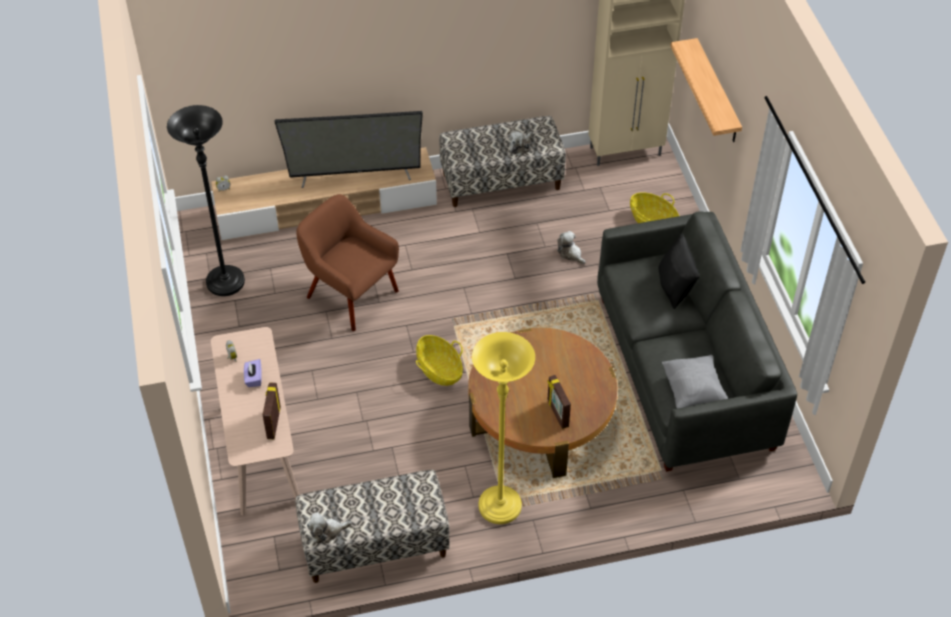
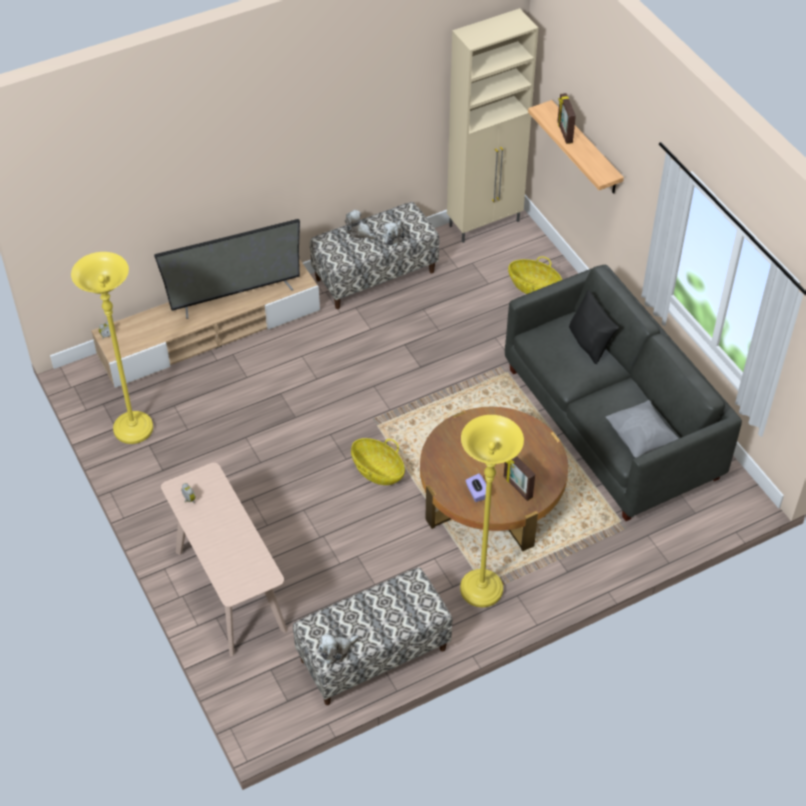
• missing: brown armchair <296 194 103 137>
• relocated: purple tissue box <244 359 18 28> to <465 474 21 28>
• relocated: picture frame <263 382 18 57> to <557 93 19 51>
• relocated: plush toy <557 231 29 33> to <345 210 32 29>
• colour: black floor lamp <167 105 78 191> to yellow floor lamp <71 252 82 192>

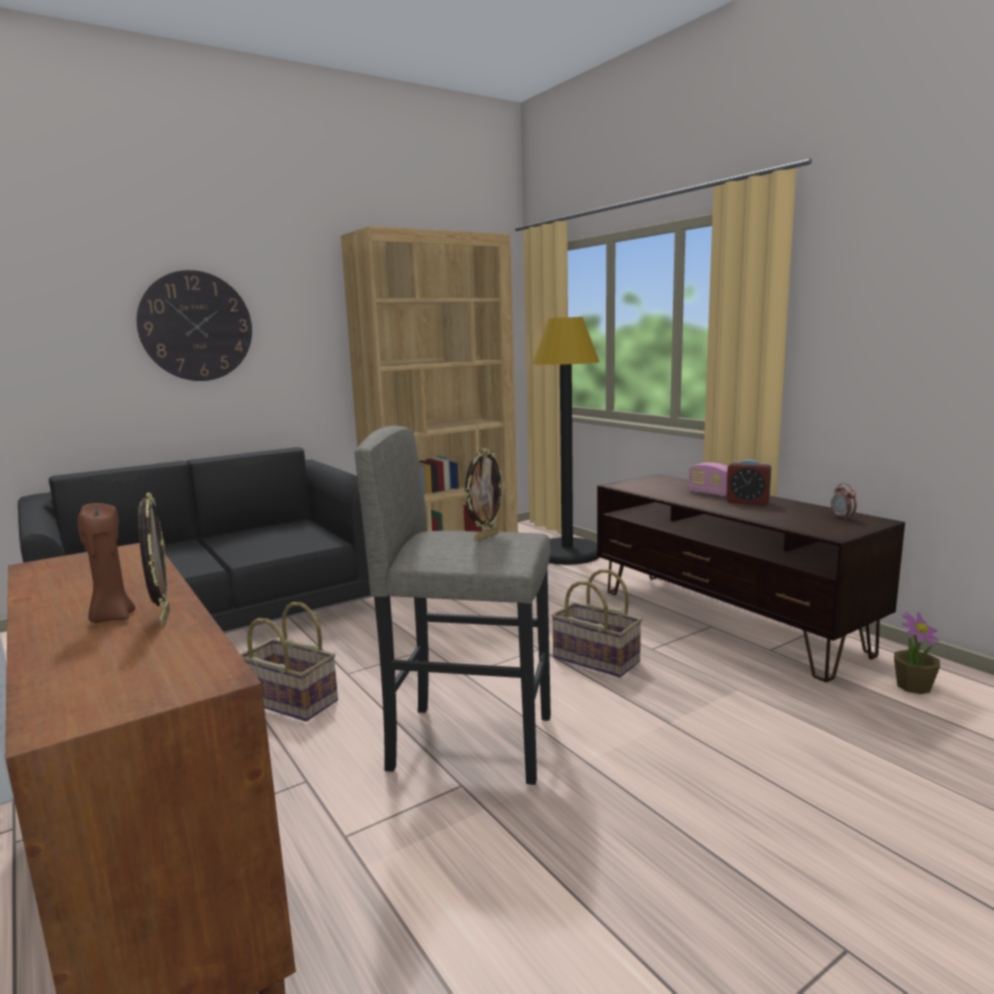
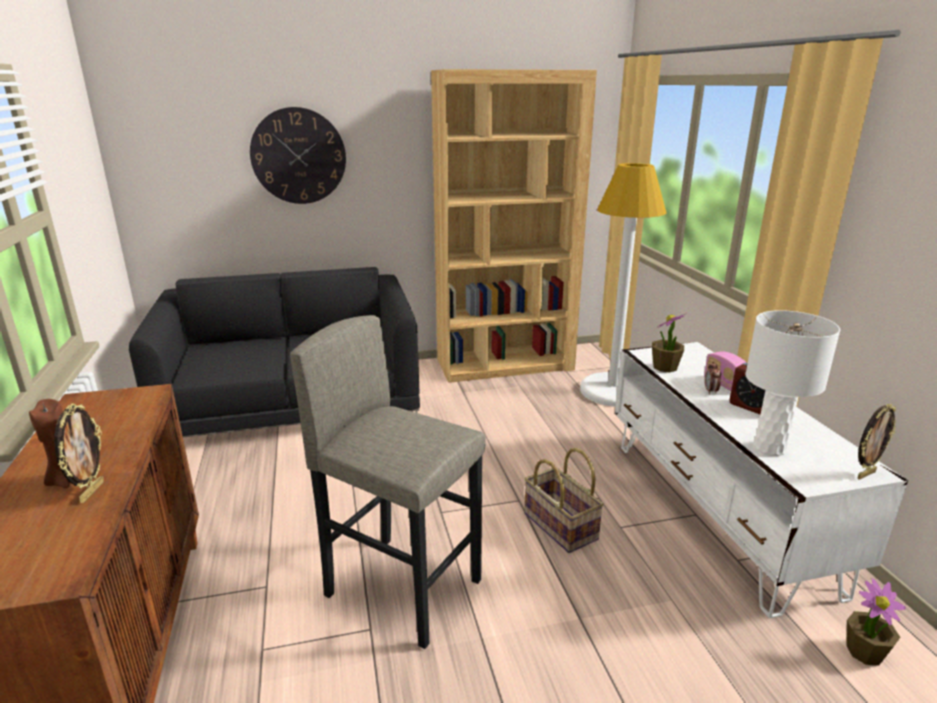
• missing: basket <240 602 98 120>
• appeared: potted plant <652 313 35 60>
• appeared: white table lamp <745 310 95 146>
• relocated: picture frame <464 448 41 93> to <857 404 39 76>
• relocated: alarm clock <831 483 26 37> to <705 361 16 34>
• colour: black floor lamp <532 317 68 248> to white floor lamp <580 163 86 244>
• colour: brown tv stand <597 474 308 208> to white tv stand <615 342 293 276>

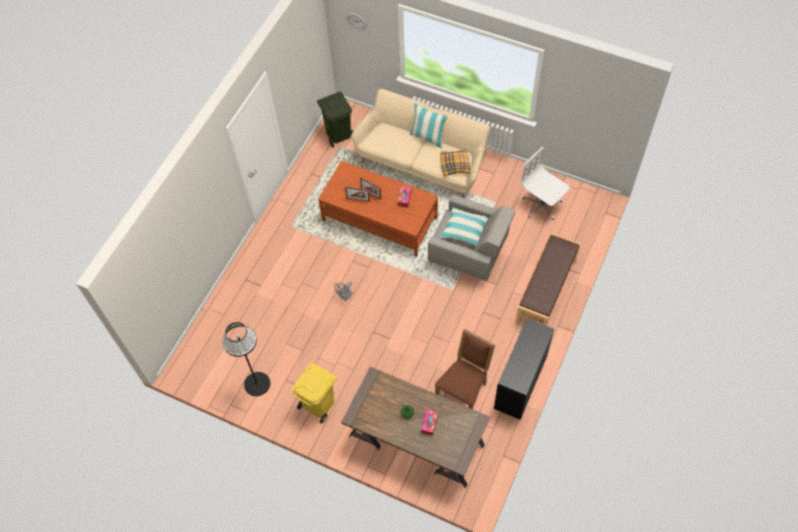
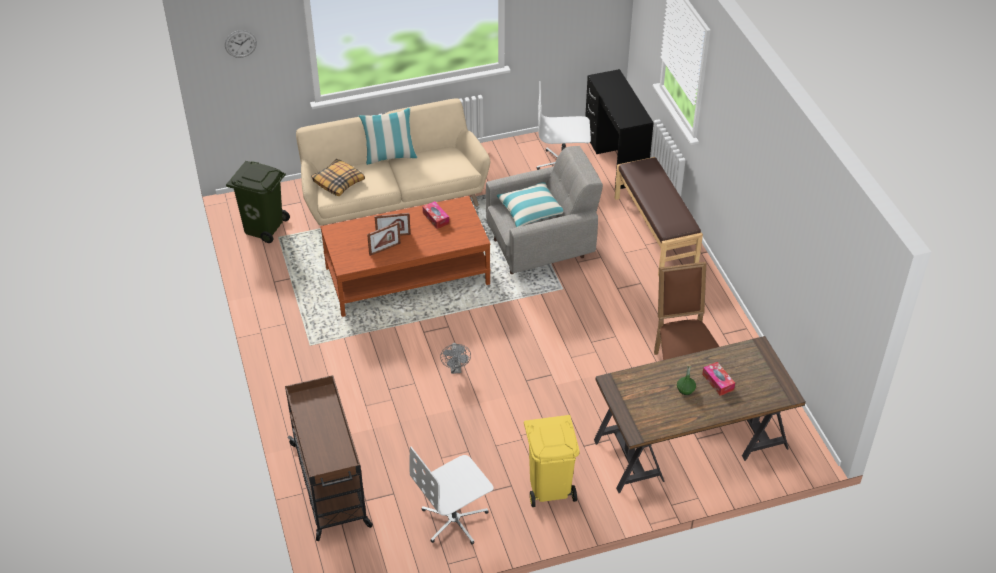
• appeared: brown cart <285 375 88 166>
• relocated: pillow <440 149 30 27> to <311 159 54 37>
• relocated: black desk <494 319 60 101> to <585 69 69 120>
• exchanged: black floor lamp <222 322 48 74> to white office chair <410 447 84 97>

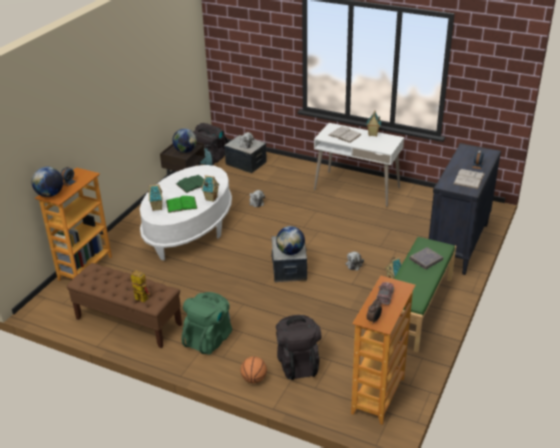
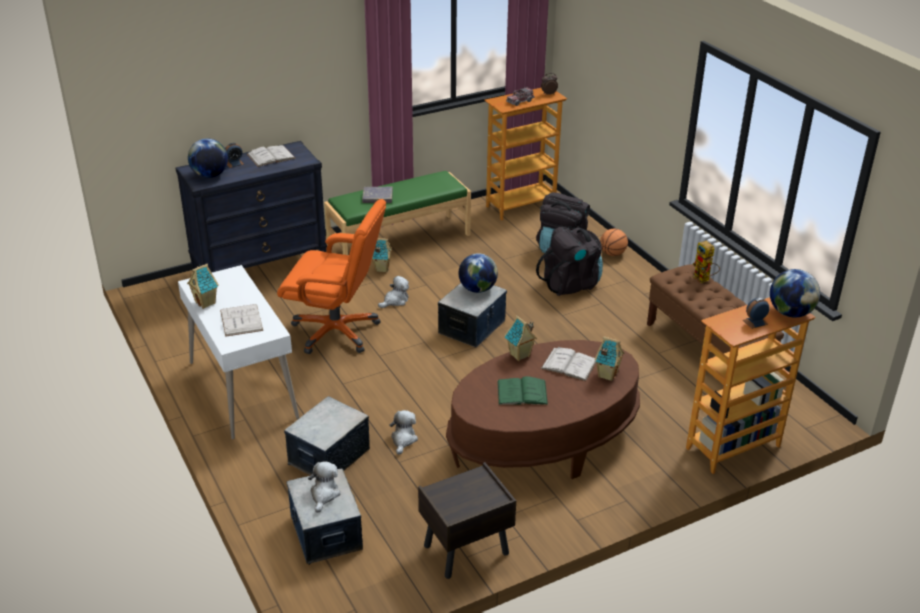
• missing: green backpack <182 292 50 63>
• appeared: orange office chair <277 199 109 155>
• appeared: storage box <284 396 86 79>
• relocated: globe <172 128 25 25> to <188 138 40 40>
• relocated: black backpack <193 123 35 42> to <536 227 67 69>
• colour: white coffee table <140 165 92 95> to brown coffee table <446 340 194 139>
• colour: green book <166 196 31 17> to white book <540 347 56 34>

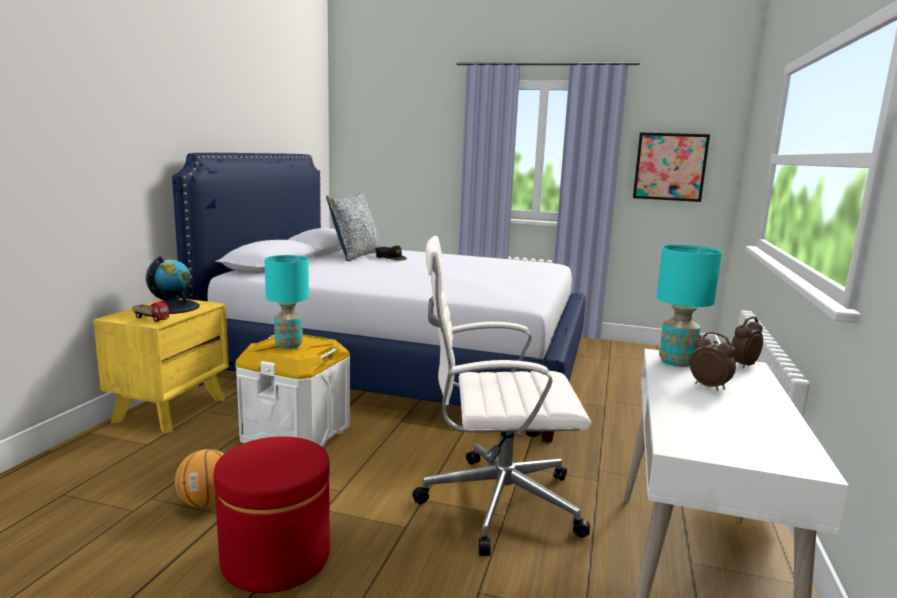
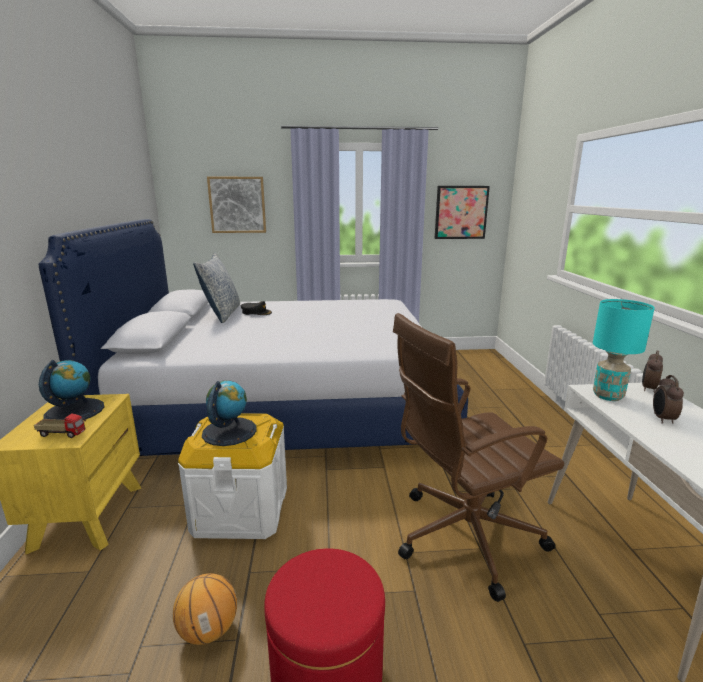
• appeared: picture <207 177 59 56>
• exchanged: turquoise table lamp <264 255 45 94> to globe <202 381 55 65>
• colour: white office chair <412 236 179 320> to brown office chair <393 313 171 289>
• spun: alarm clock <690 332 46 59> = <653 375 31 49> 105 degrees counterclockwise

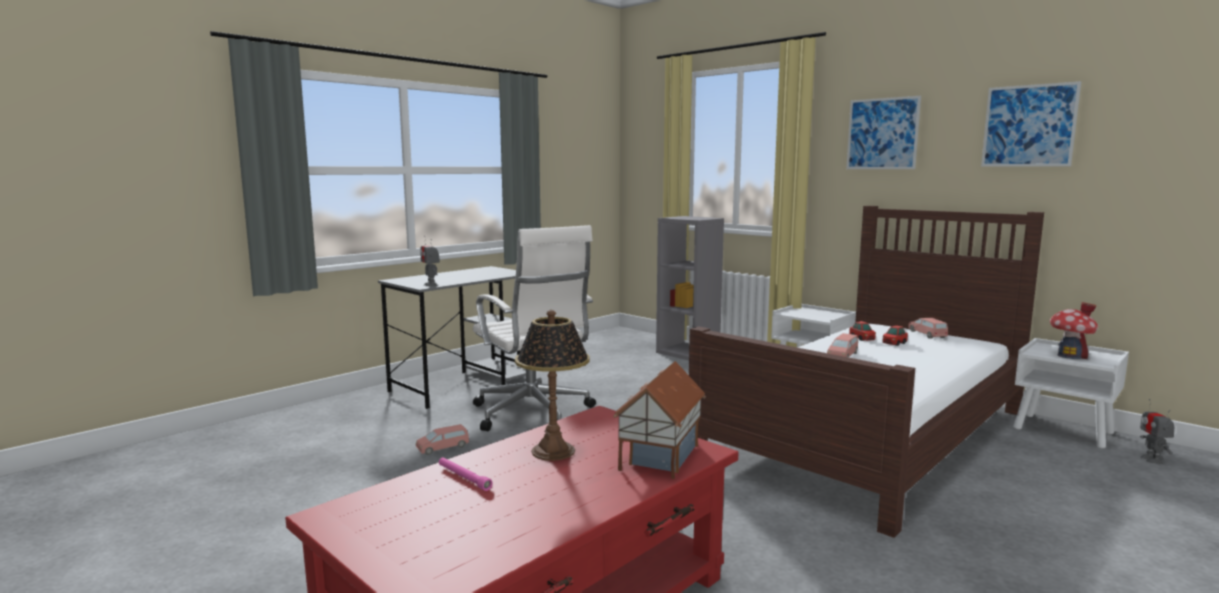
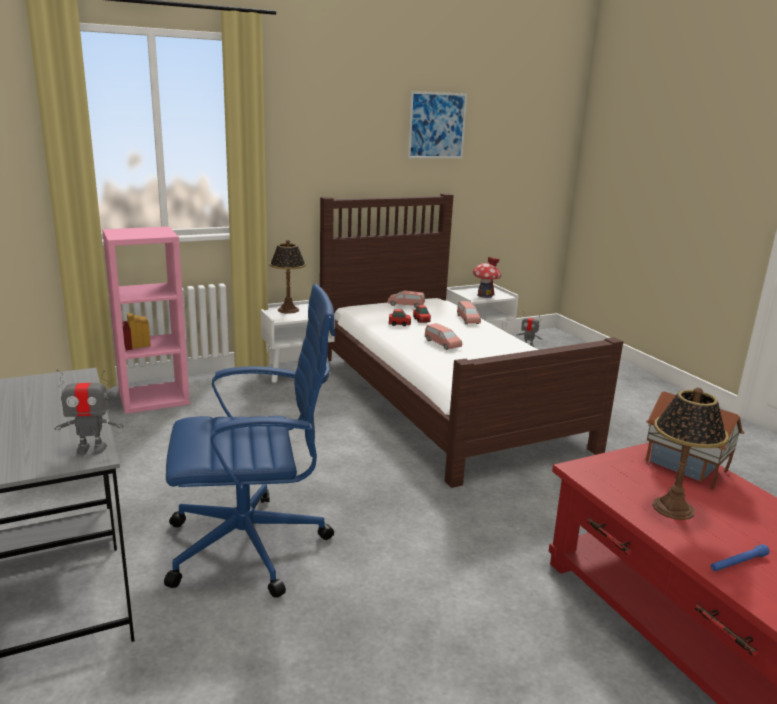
• missing: picture <846 96 75 73>
• appeared: table lamp <269 240 37 74>
• relocated: pink toy car <416 424 53 31> to <457 301 24 23>
• colour: pink flashlight <439 457 54 34> to blue flashlight <711 544 59 27>
• colour: white office chair <473 225 123 206> to blue office chair <164 284 171 314>
• colour: grey bookcase <656 216 68 144> to pink bookcase <102 226 88 188>

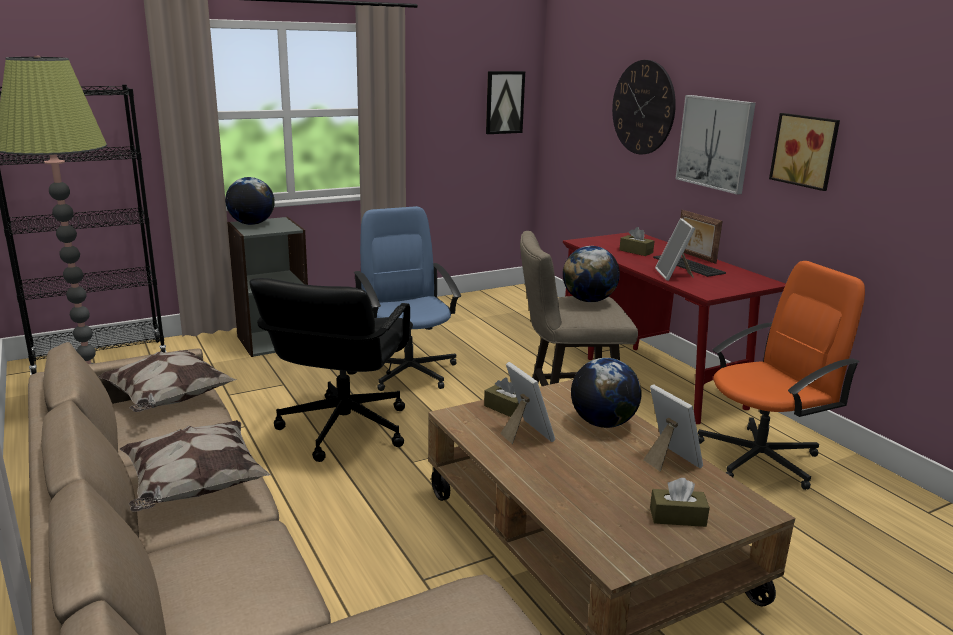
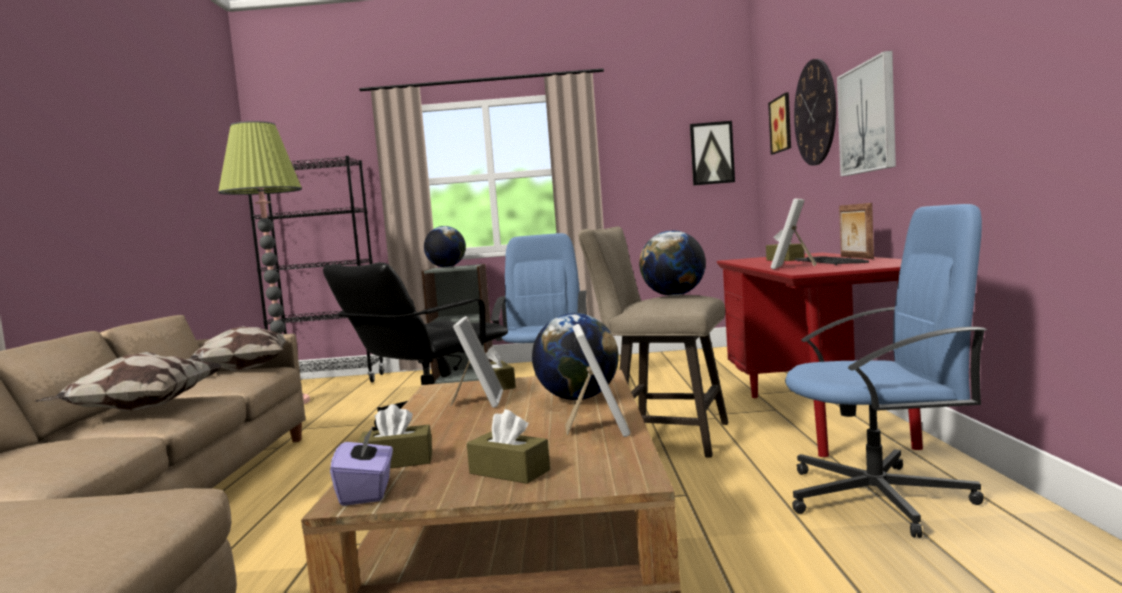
• appeared: purple tissue box <330 427 63 79>
• appeared: brown tissue box <357 404 75 64>
• relocated: picture <769 113 71 78> to <768 92 23 63>
• colour: orange office chair <698 261 167 229> to blue office chair <785 204 202 334>

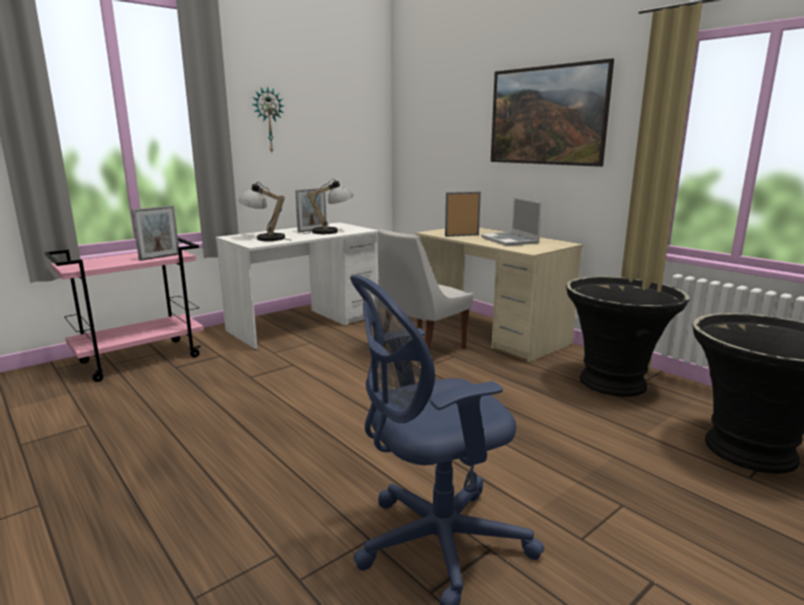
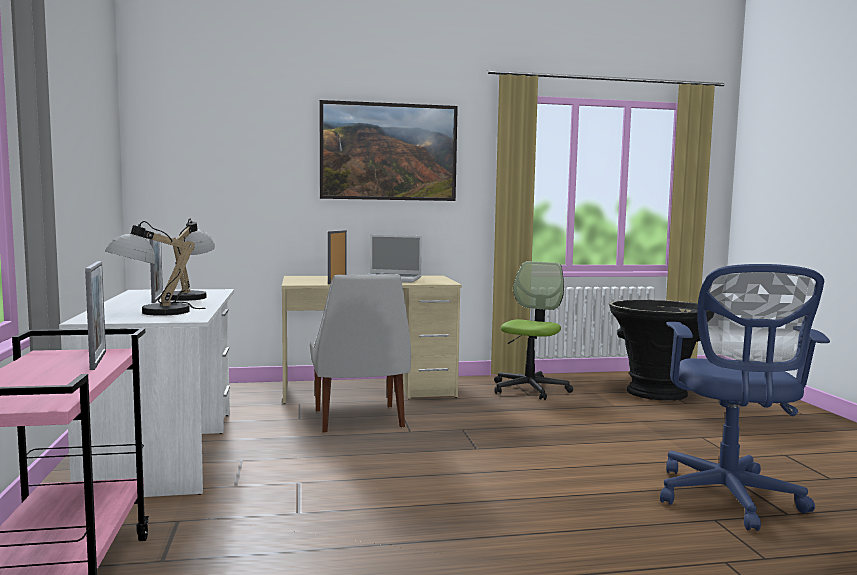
• missing: wall clock <252 86 32 66>
• exchanged: black planter <566 276 123 121> to office chair <494 261 79 139>

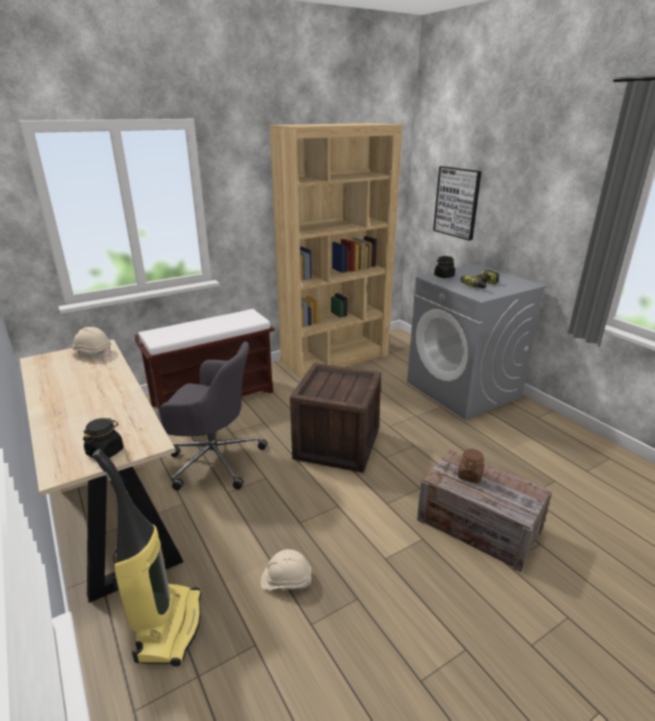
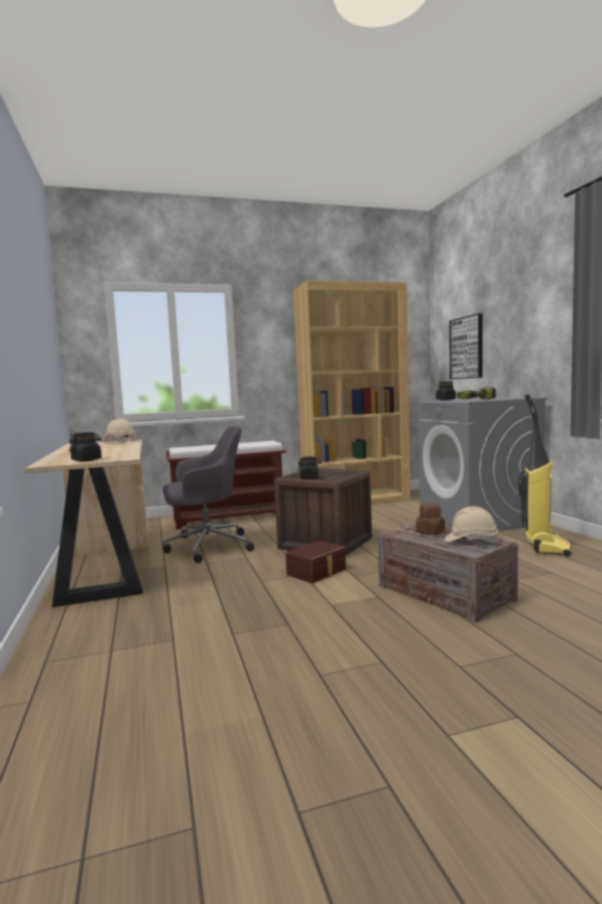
• appeared: brown storage box <286 541 60 42>
• appeared: black jar <297 456 24 24>
• relocated: vacuum cleaner <92 449 110 218> to <518 394 54 163>
• relocated: beige hard hat <261 549 51 41> to <444 506 55 37>
• spun: grey office chair <156 342 111 149> = <162 426 92 137> 45 degrees counterclockwise

